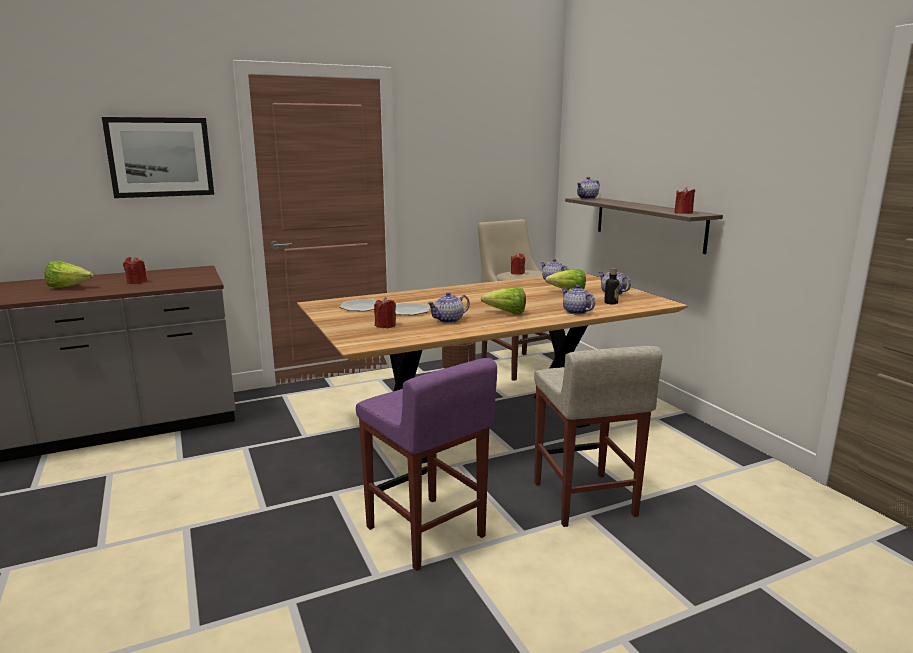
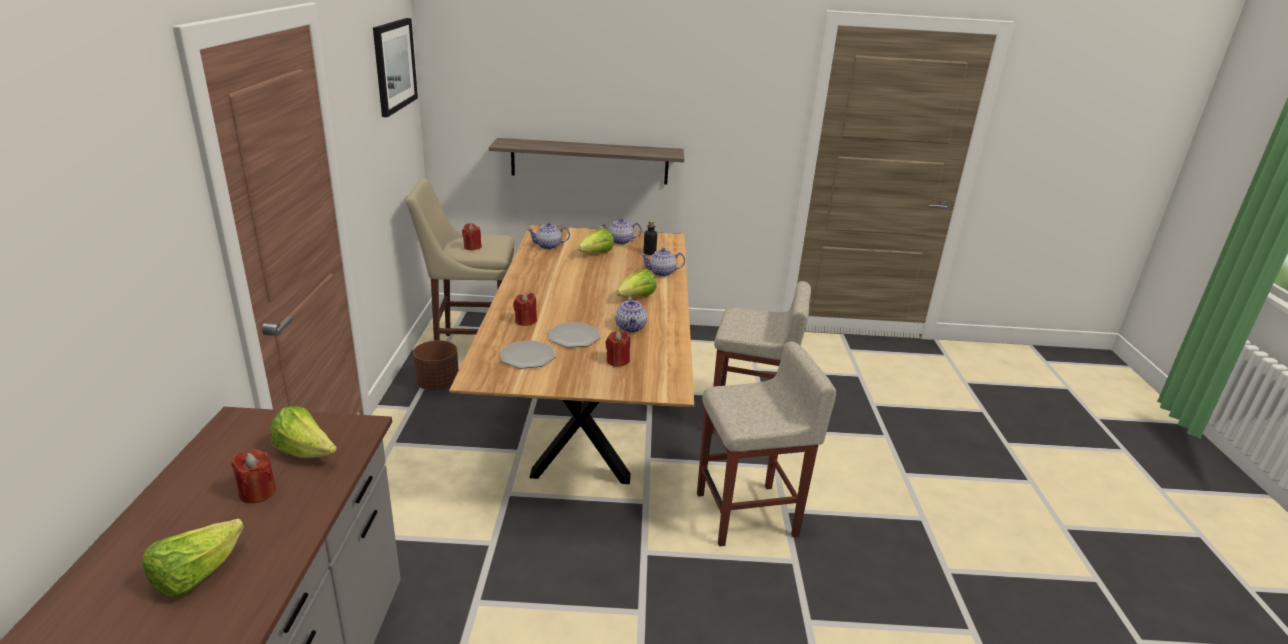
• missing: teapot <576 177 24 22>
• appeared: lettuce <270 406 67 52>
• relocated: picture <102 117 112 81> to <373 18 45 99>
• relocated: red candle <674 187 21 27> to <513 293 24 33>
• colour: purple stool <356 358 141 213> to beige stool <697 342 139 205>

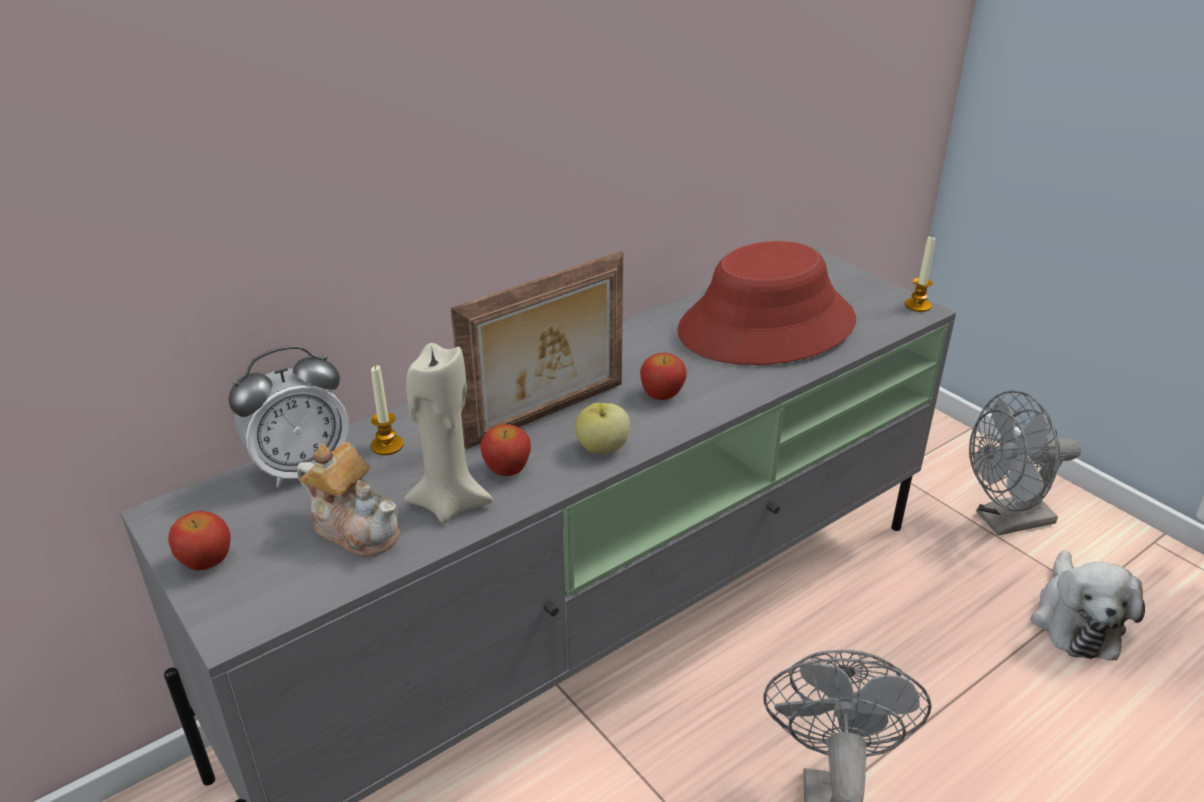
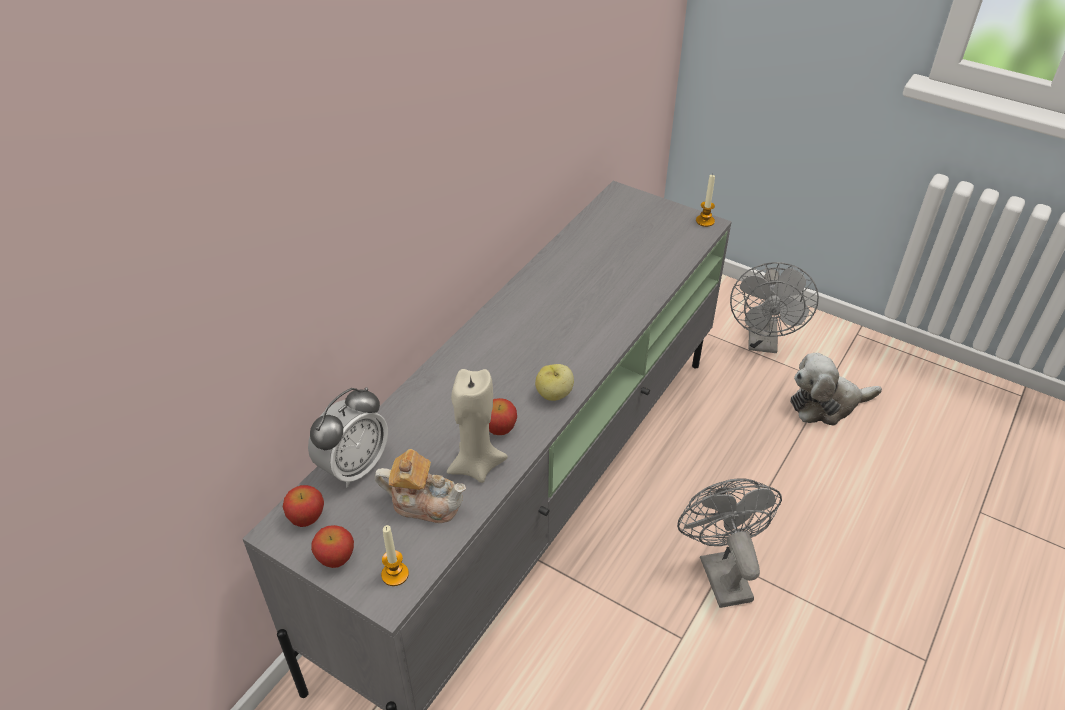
• missing: picture frame <451 251 172 198>
• missing: red hat <677 241 179 124>
• relocated: candle <371 365 32 90> to <381 525 28 61>
• relocated: apple <640 353 47 47> to <283 485 41 42>
• spun: grey fan <969 390 112 146> = <730 262 89 91> 45 degrees counterclockwise
• spun: plush toy <1031 550 114 111> = <790 353 92 73> 90 degrees clockwise

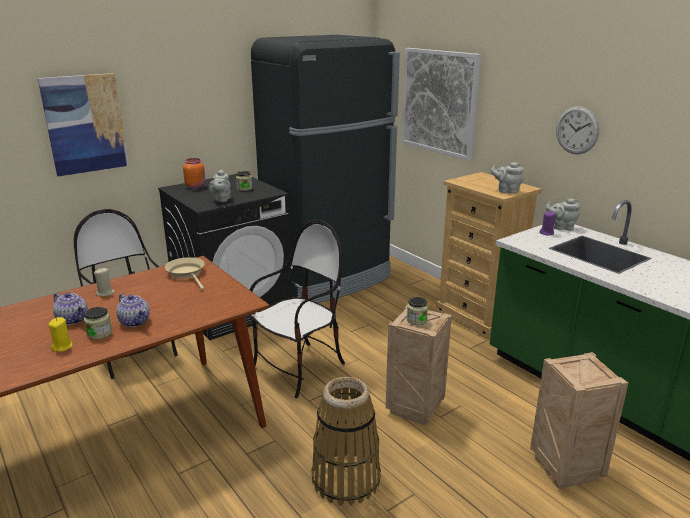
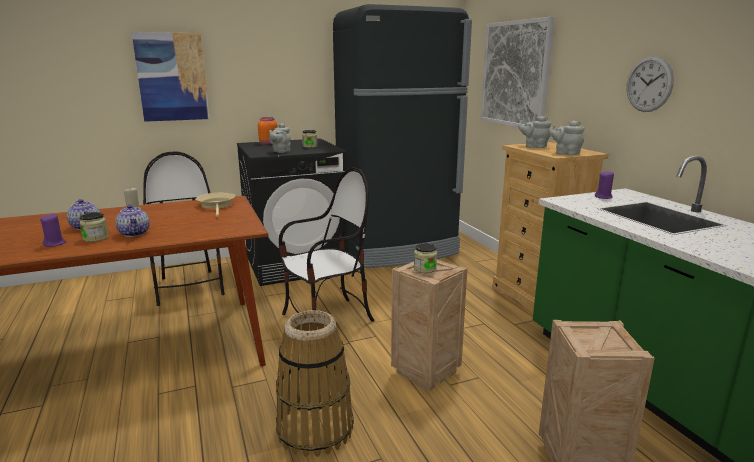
• relocated: grey teapot <546 198 35 33> to <518 116 33 32>
• colour: yellow candle <49 317 24 35> to purple candle <40 214 26 33>

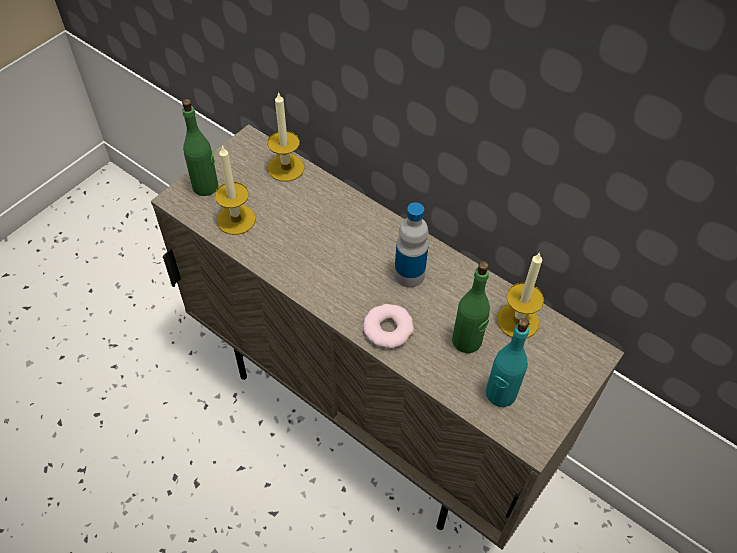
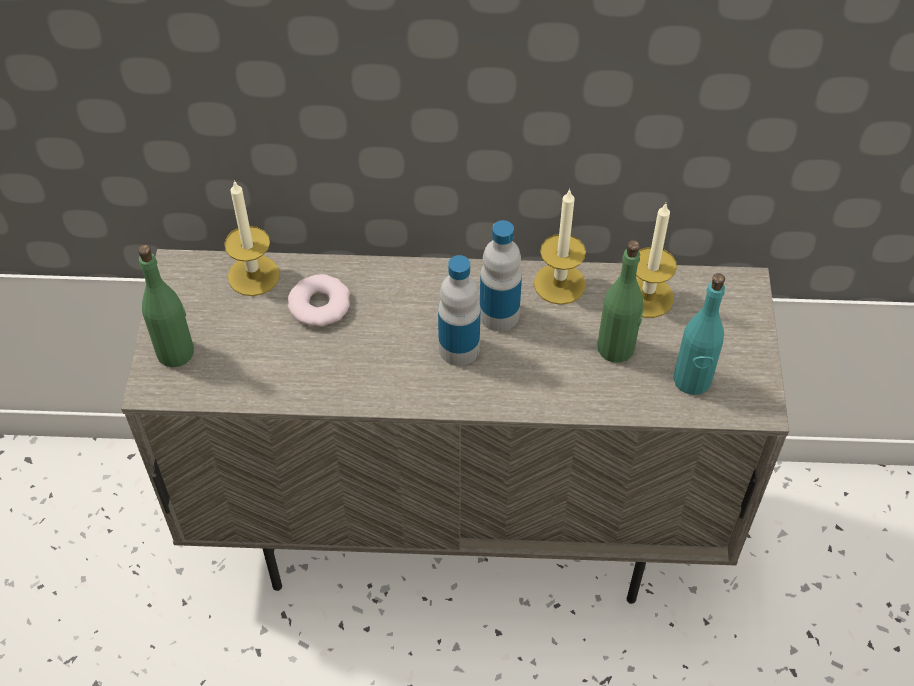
• appeared: bottle <438 255 42 111>
• relocated: candle <214 145 42 90> to <534 188 52 117>
• relocated: donut <363 304 51 45> to <288 274 62 53>

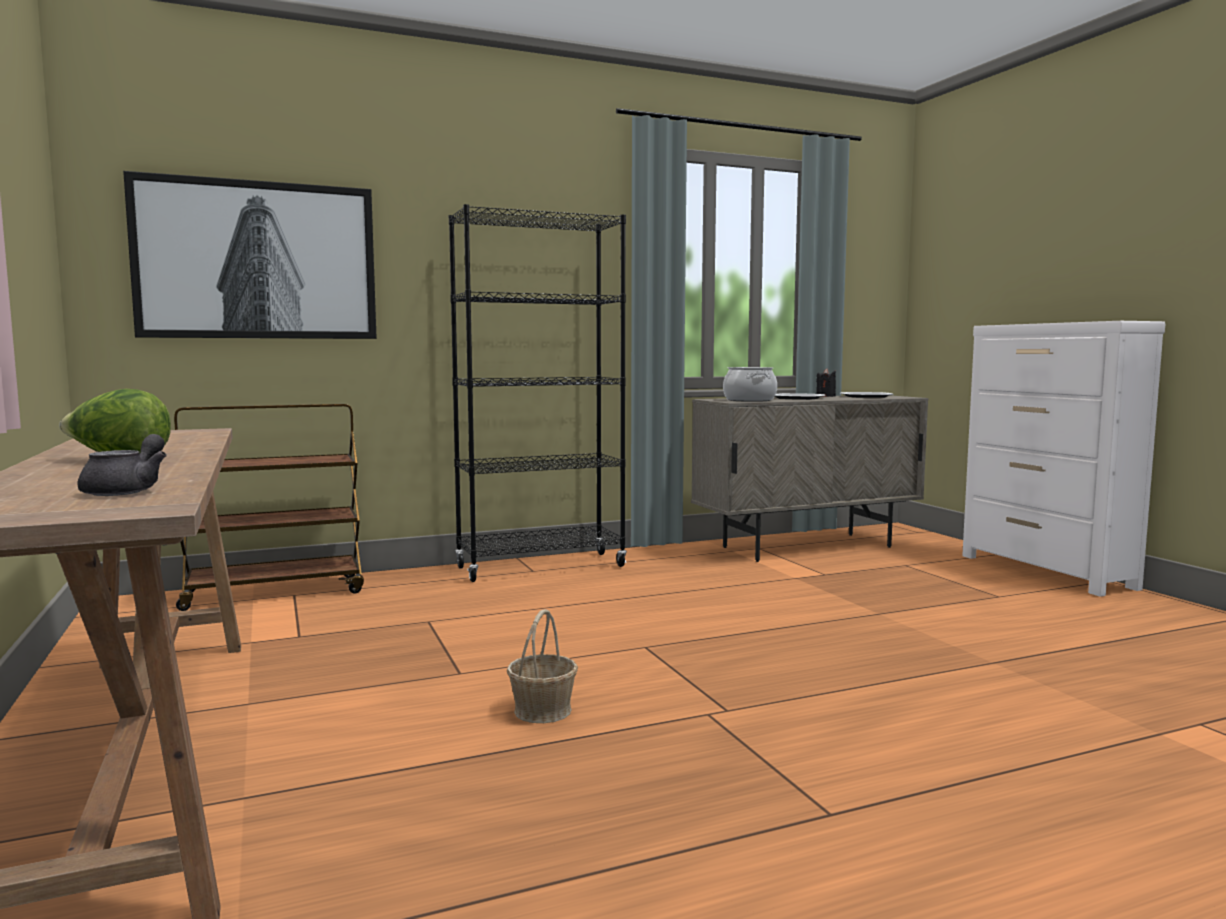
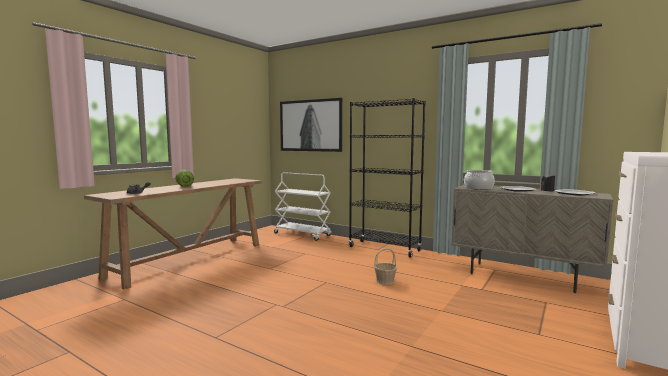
• relocated: basket <507 609 71 114> to <374 248 23 37>
• colour: brown cart <174 404 190 207> to white cart <274 172 58 69>

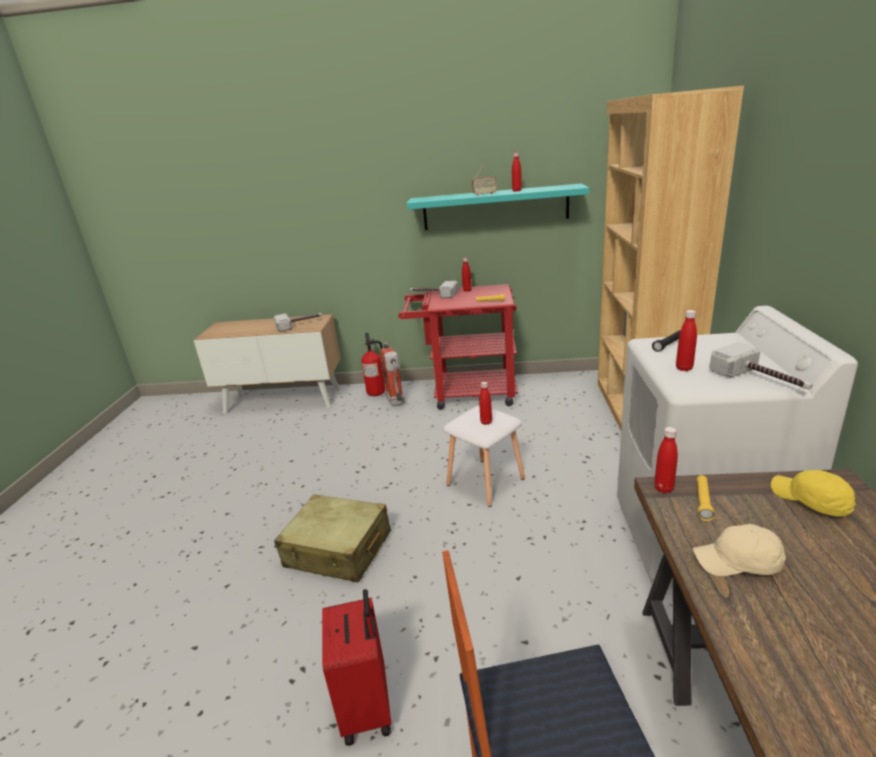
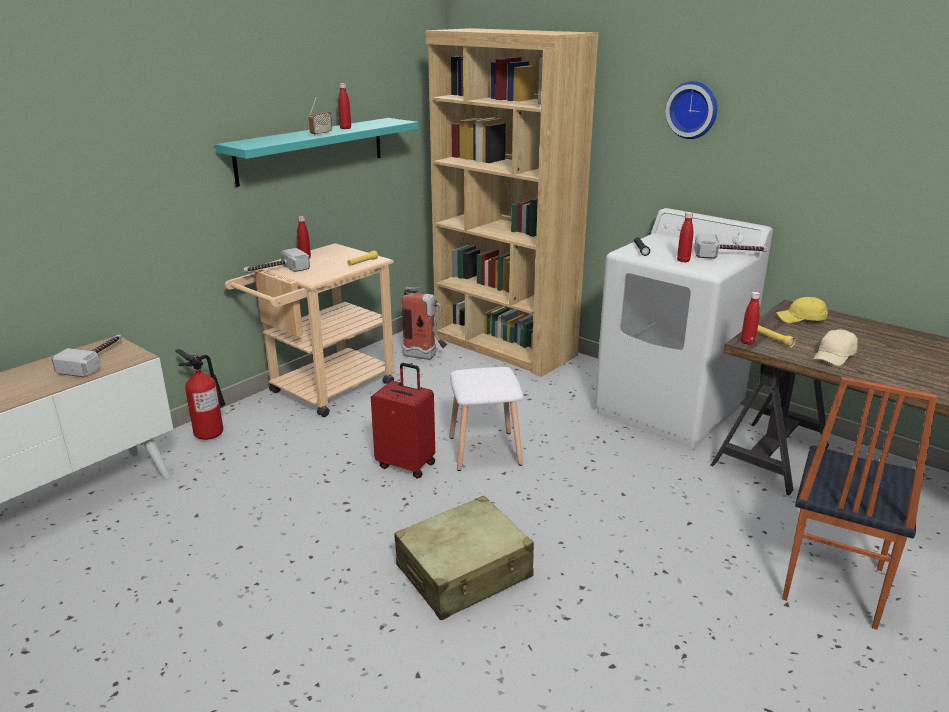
• missing: red bottle <479 382 13 43>
• appeared: wall clock <665 81 52 58>
• relocated: red suitcase <322 589 69 157> to <371 363 64 116>
• relocated: fire extinguisher <380 342 25 64> to <402 287 45 73>
• colour: red cart <398 284 120 126> to beige cart <225 243 169 174>

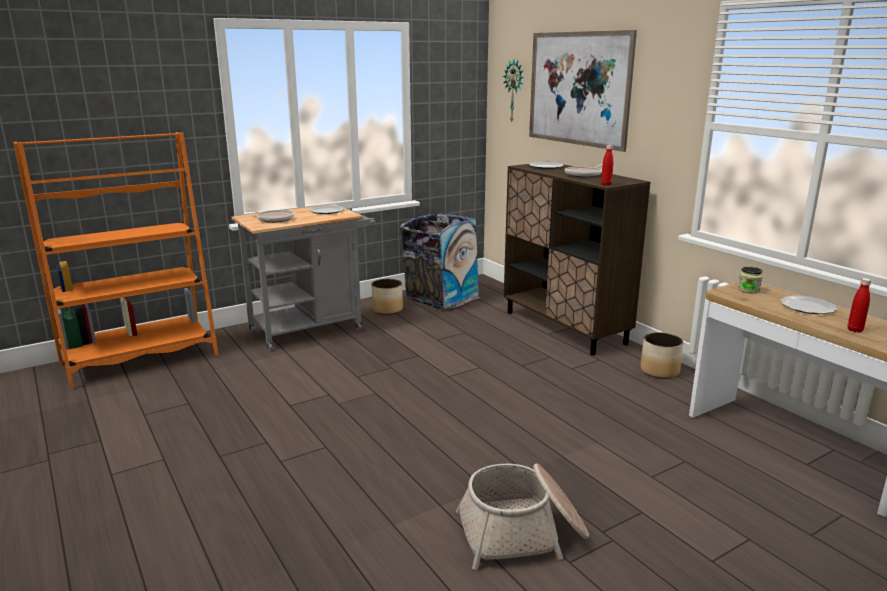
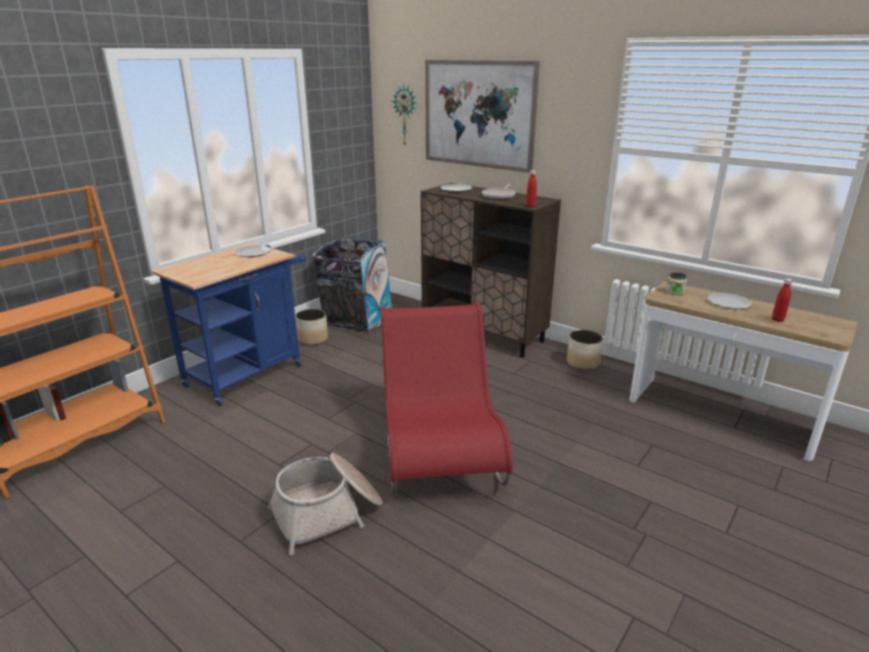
• missing: frying pan <246 209 48 14>
• appeared: red chair <381 302 132 192>
• relocated: basket <456 463 133 107> to <268 453 115 102>
• colour: grey cart <232 204 144 147> to blue cart <152 243 154 163>

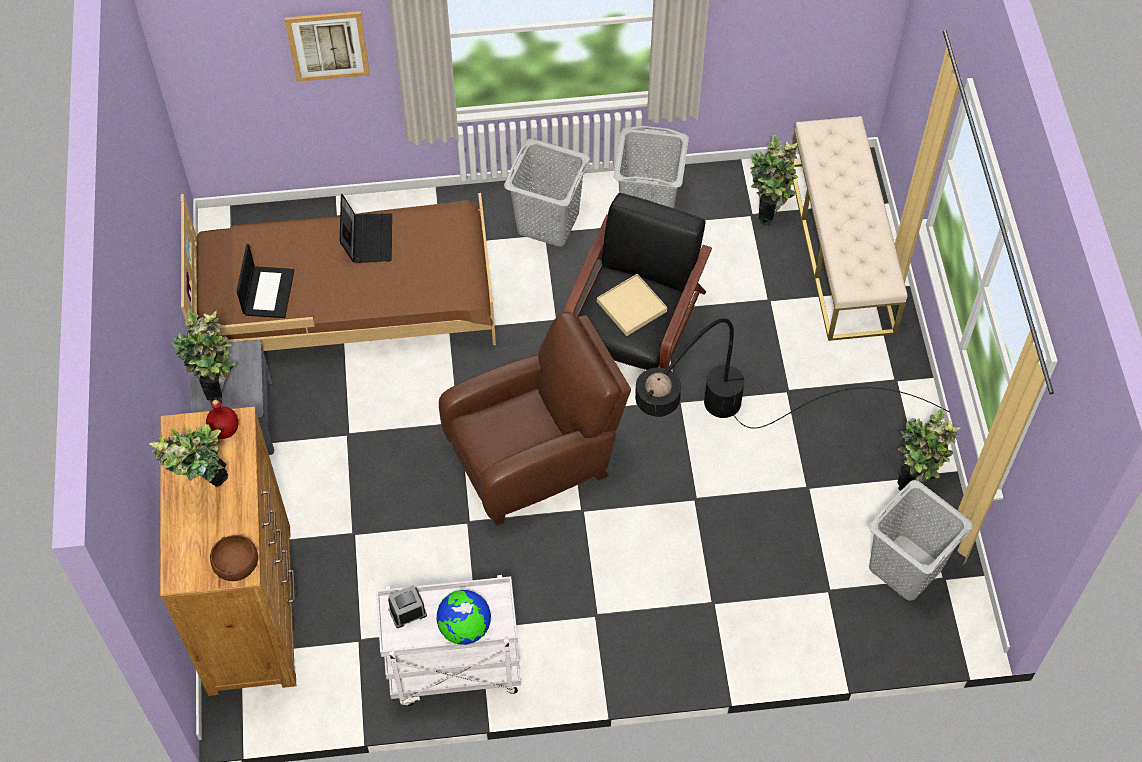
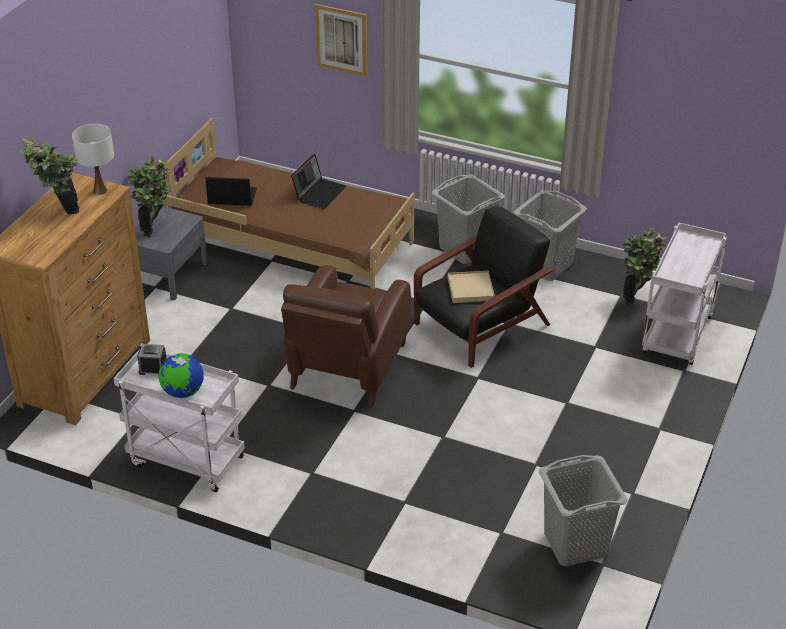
• missing: brown bowl <210 535 48 46>
• missing: black floor lamp <635 318 315 111>
• missing: potted plant <897 408 63 83>
• exchanged: red bottle <206 400 32 39> to white table lamp <72 124 42 71>
• exchanged: beige bench <791 116 116 225> to white cart <642 223 85 142>
• spun: laptop <237 244 57 74> = <205 177 52 29> 120 degrees counterclockwise
• spun: brown armchair <439 312 192 214> = <281 265 130 142> 105 degrees clockwise

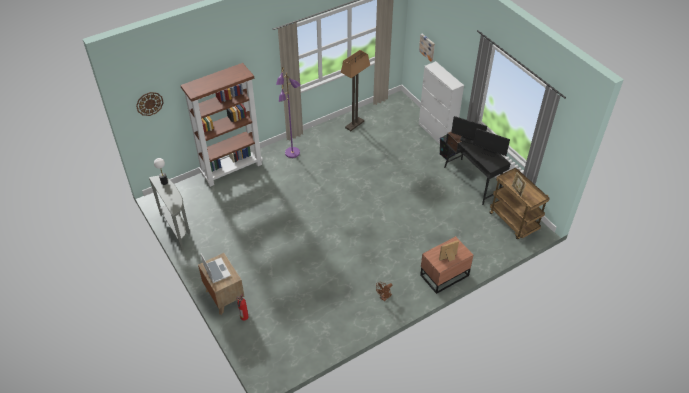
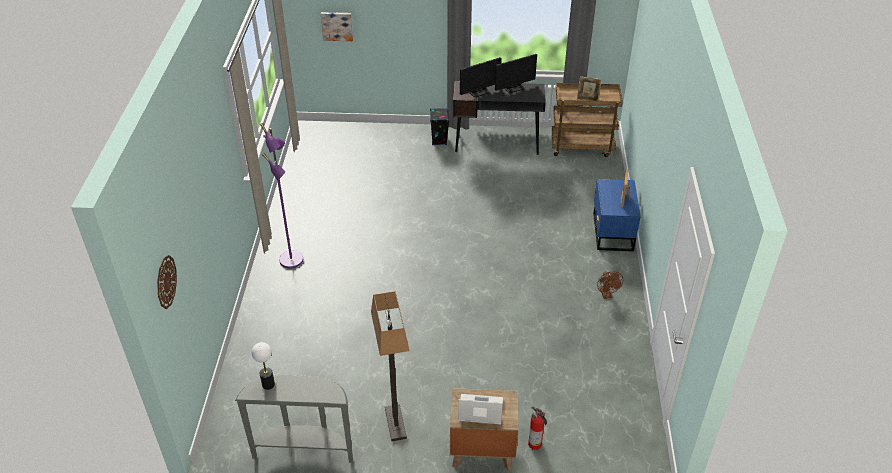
• missing: brown bookcase <180 63 83 124>
• missing: white cabinet <419 61 45 83>
• relocated: floor lamp <341 50 29 81> to <371 291 38 150>
• colour: brown nightstand <420 236 53 58> to blue nightstand <593 179 48 72>

